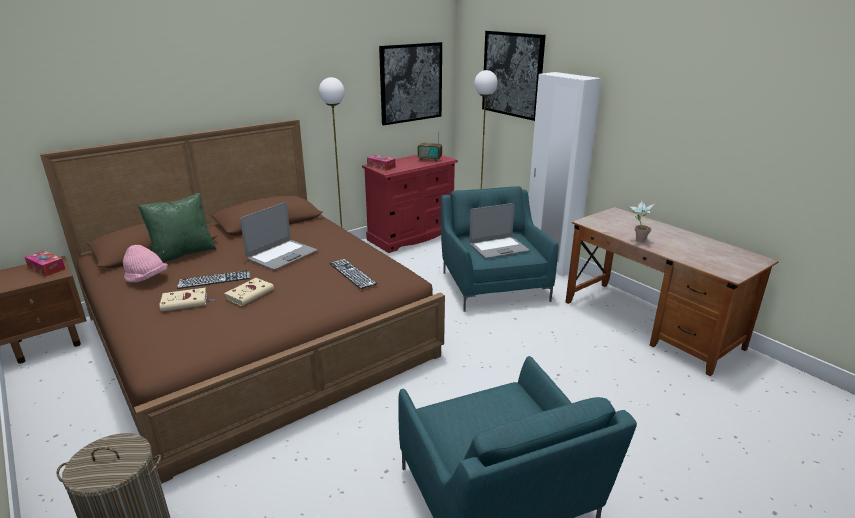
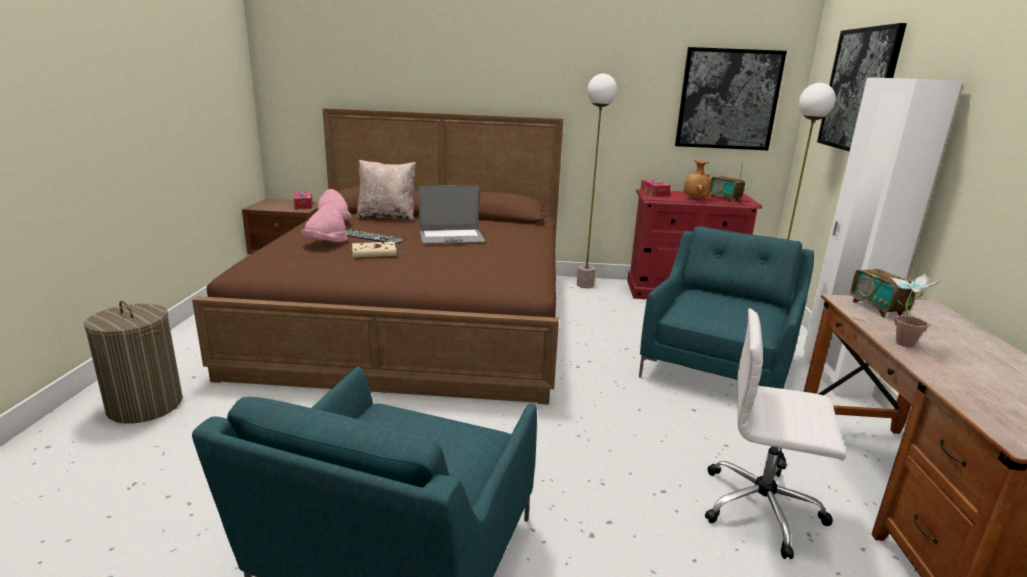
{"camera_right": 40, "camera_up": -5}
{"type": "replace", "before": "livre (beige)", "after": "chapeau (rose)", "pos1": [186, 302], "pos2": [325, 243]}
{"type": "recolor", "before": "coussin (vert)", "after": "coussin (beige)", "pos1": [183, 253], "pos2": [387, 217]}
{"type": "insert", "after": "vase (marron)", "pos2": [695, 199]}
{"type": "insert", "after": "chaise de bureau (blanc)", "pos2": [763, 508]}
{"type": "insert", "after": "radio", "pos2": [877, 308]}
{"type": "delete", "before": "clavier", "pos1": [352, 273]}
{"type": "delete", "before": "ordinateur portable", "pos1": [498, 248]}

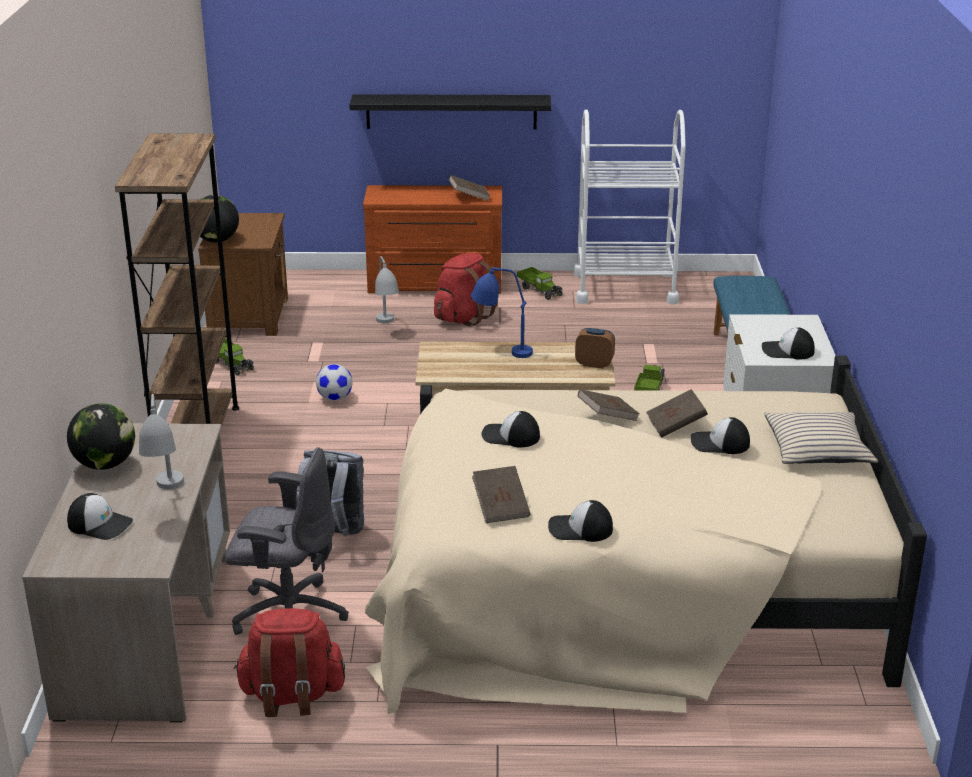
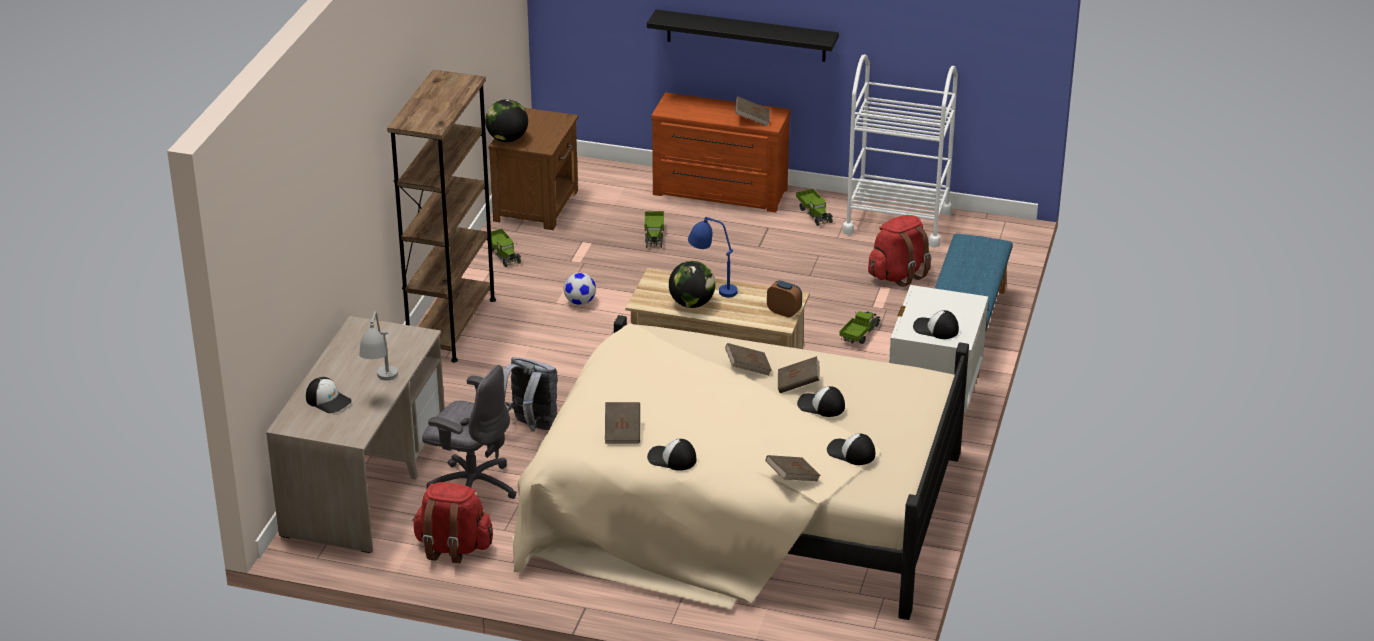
{"camera_right": 15, "camera_up": 5}
{"type": "replace", "before": "lampe de table (gris)", "after": "camion jouet", "pos1": [387, 328], "pos2": [654, 236]}
{"type": "move", "before": "globe", "pos1": [105, 464], "pos2": [692, 304]}
{"type": "insert", "after": "livre (marron)", "pos2": [792, 477]}
{"type": "move", "before": "casquette", "pos1": [510, 436], "pos2": [851, 452]}
{"type": "move", "before": "sac à dos (rouge)", "pos1": [463, 317], "pos2": [898, 275]}
{"type": "delete", "before": "coussin (beige)", "pos1": [817, 449]}

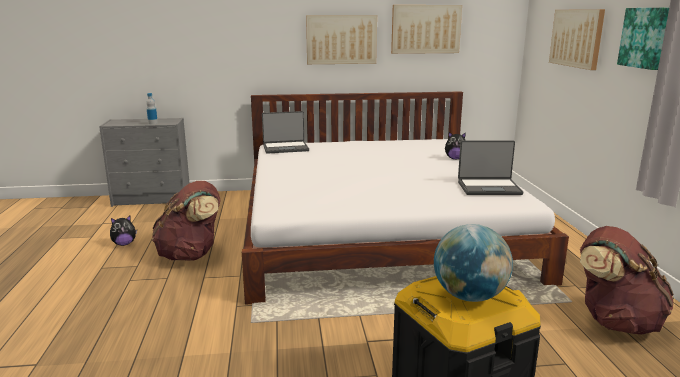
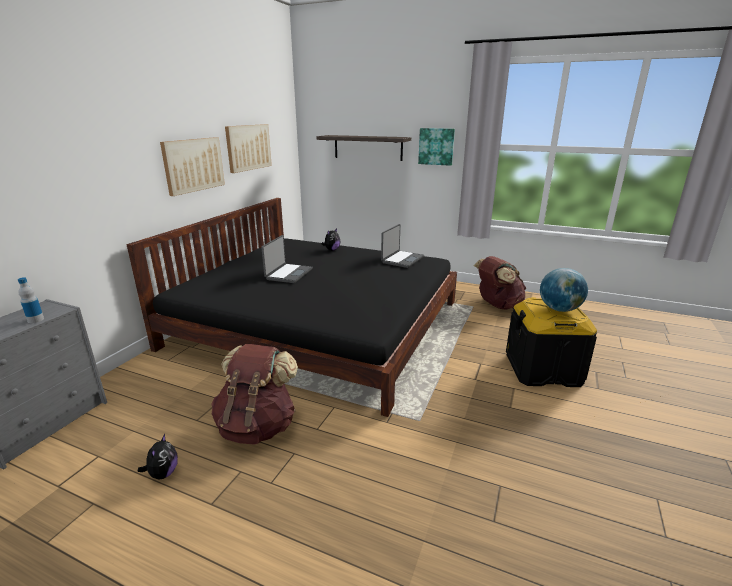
{"camera_right": -60, "camera_up": 5}
{"type": "recolor", "before": "lit (blanc)", "after": "lit (noir)", "pos1": [376, 228], "pos2": [319, 323]}
{"type": "move", "before": "ordinateur portable", "pos1": [285, 148], "pos2": [288, 274]}
{"type": "replace", "before": "tableau", "after": "étagère", "pos1": [576, 38], "pos2": [368, 147]}

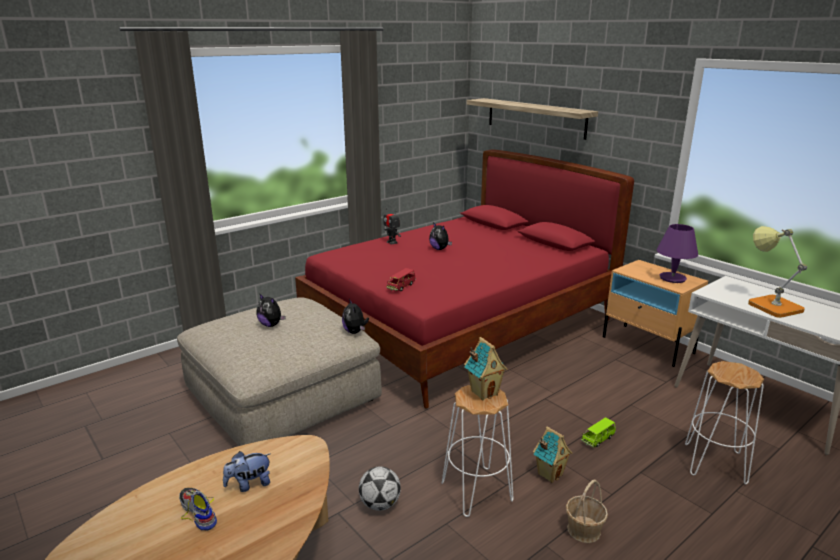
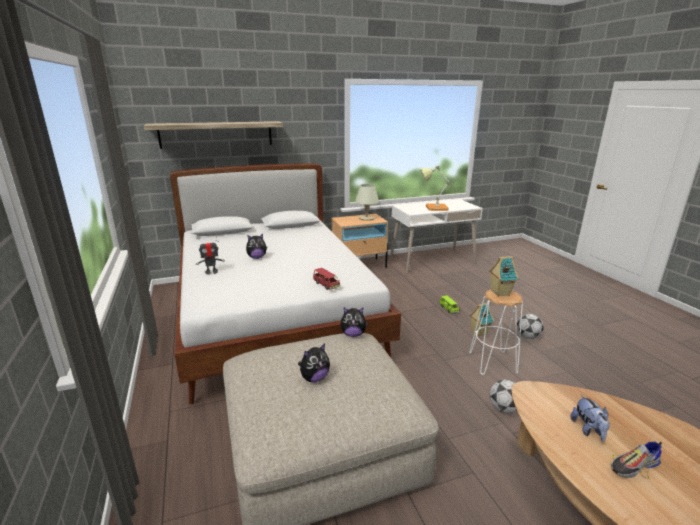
{"camera_right": -70, "camera_up": 0}
{"type": "recolor", "before": "lit (rouge)", "after": "lit (blanc)", "pos1": [460, 325], "pos2": [274, 316]}
{"type": "recolor", "before": "lampe de table (violet)", "after": "lampe de table (beige)", "pos1": [672, 278], "pos2": [366, 218]}
{"type": "replace", "before": "panier", "after": "ballon de foot", "pos1": [583, 530], "pos2": [527, 336]}
{"type": "delete", "before": "tabouret (blanc)", "pos1": [715, 464]}

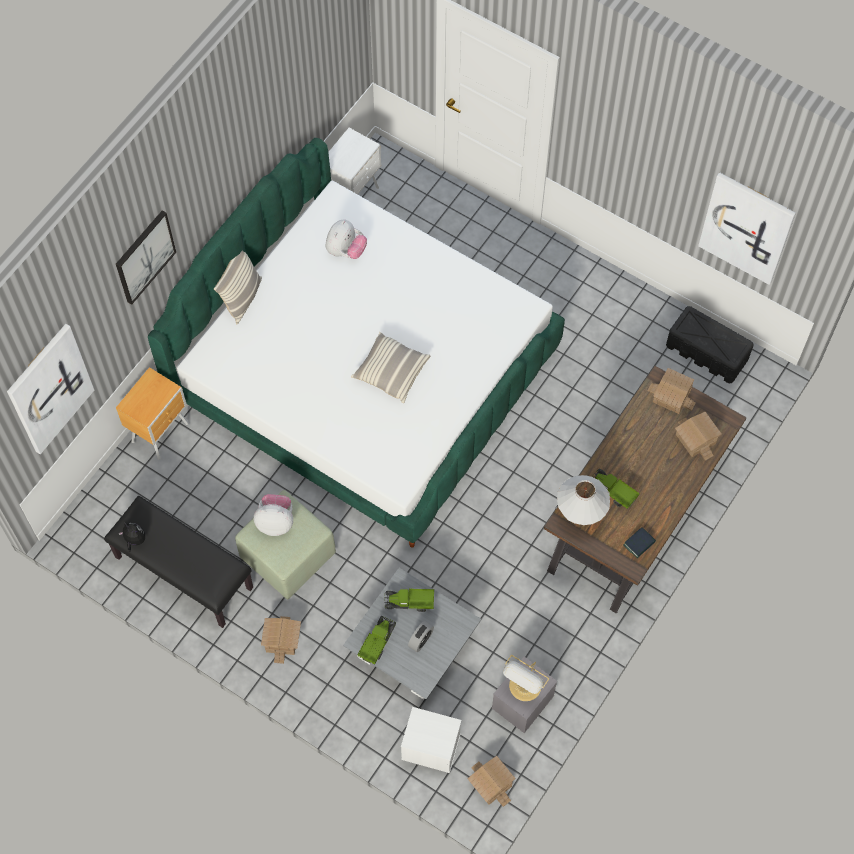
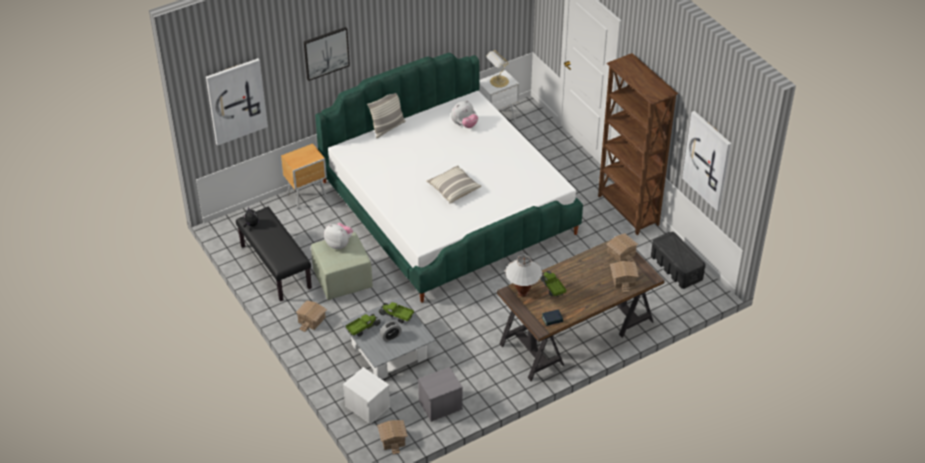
{"camera_right": 25, "camera_up": -20}
{"type": "move", "before": "lampe de table", "pos1": [524, 687], "pos2": [498, 82]}
{"type": "insert", "after": "bibliothèque (marron)", "pos2": [628, 211]}

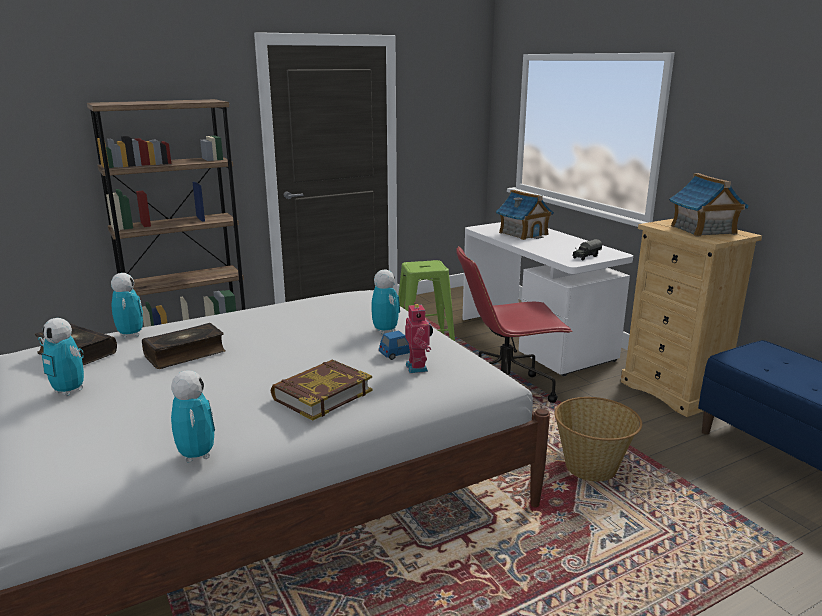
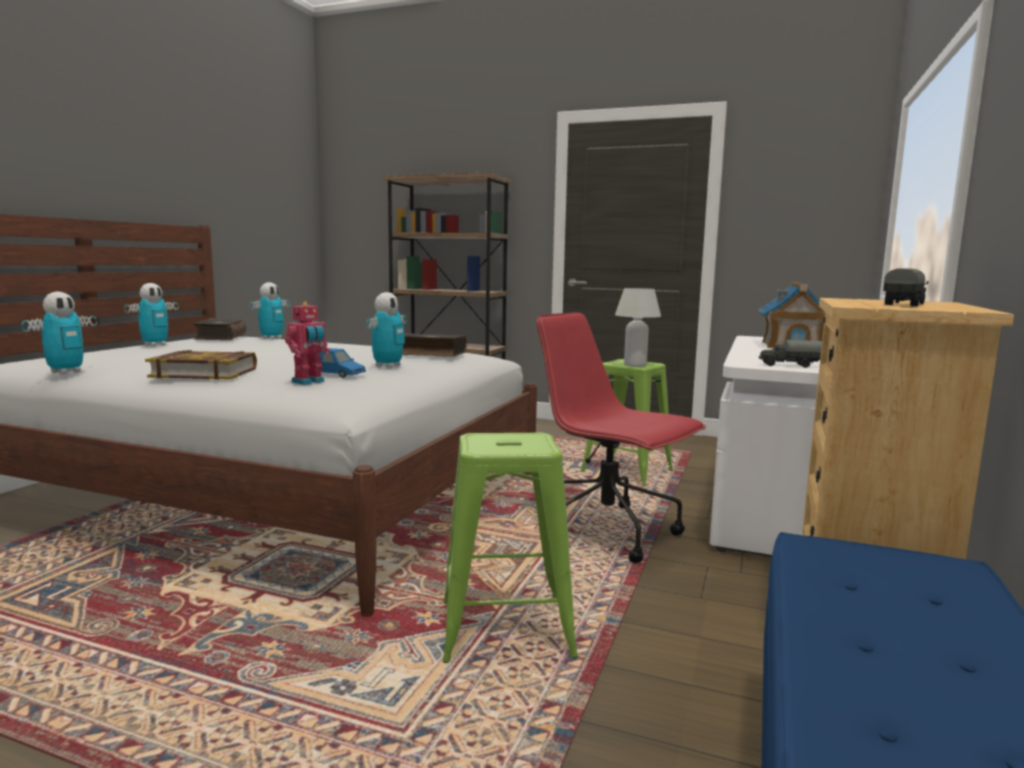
{"camera_right": 50, "camera_up": -10}
{"type": "rotate", "before": "robot jouet", "pos1": [69, 391], "pos2": [155, 345], "turn": -135}
{"type": "move", "before": "livre", "pos1": [185, 354], "pos2": [429, 354]}
{"type": "replace", "before": "panier", "after": "tabouret (vert)", "pos1": [592, 468], "pos2": [507, 629]}
{"type": "insert", "after": "lampe de table (blanc)", "pos2": [635, 365]}
{"type": "replace", "before": "maison miniature", "after": "camion jouet", "pos1": [703, 230], "pos2": [904, 304]}

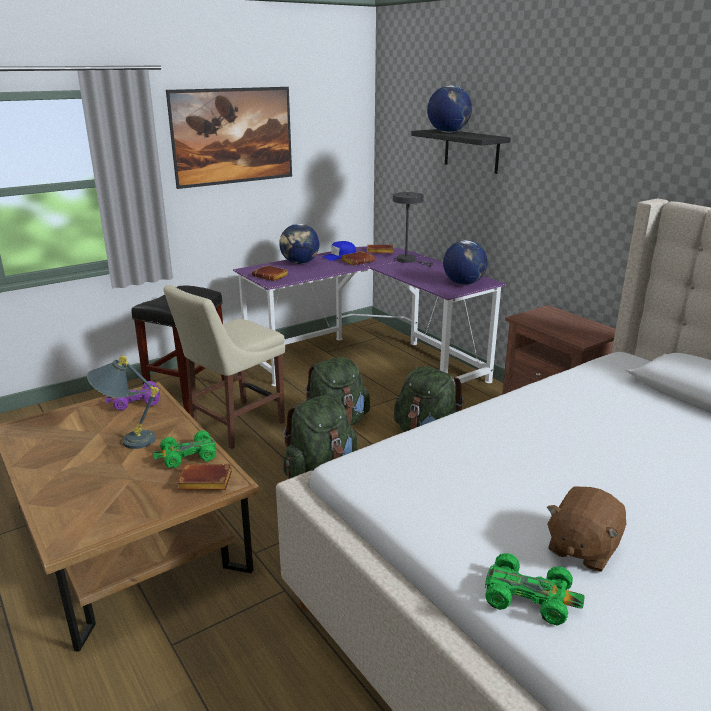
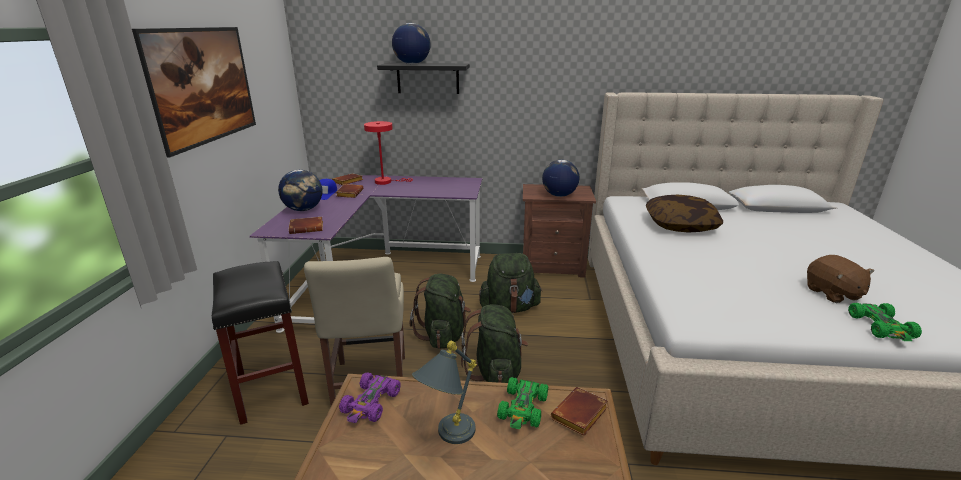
{"camera_right": -50, "camera_up": 0}
{"type": "recolor", "before": "lampe de table (gris)", "after": "lampe de table (rouge)", "pos1": [409, 260], "pos2": [386, 182]}
{"type": "move", "before": "globe", "pos1": [463, 283], "pos2": [559, 195]}
{"type": "insert", "after": "coussin", "pos2": [680, 225]}
{"type": "rotate", "before": "petite voiture (vert)", "pos1": [530, 597], "pos2": [881, 327], "turn": 120}

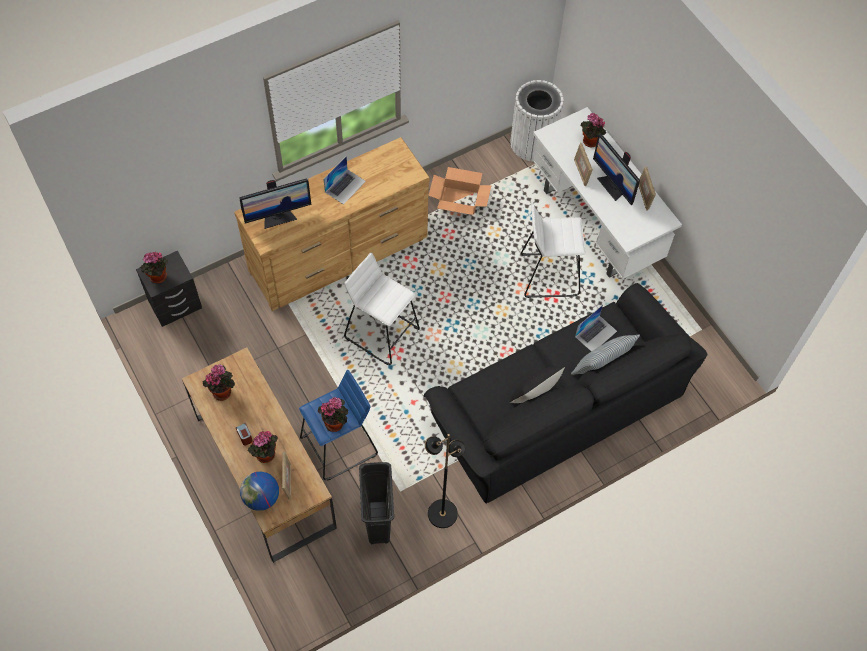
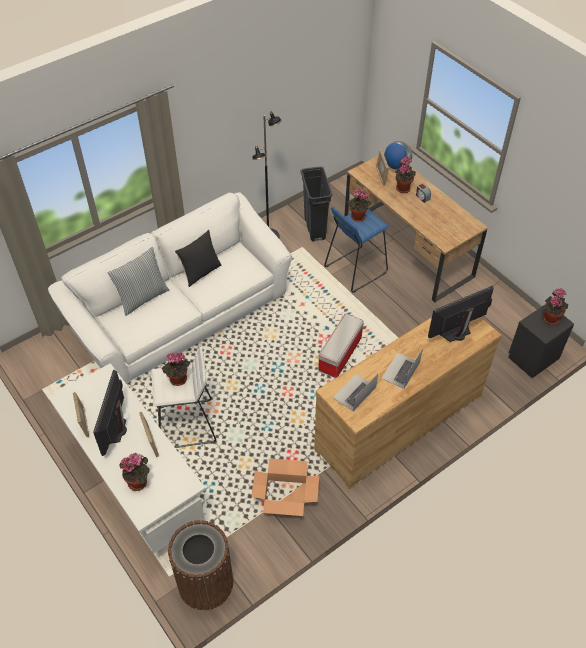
{"camera_right": 175, "camera_up": -10}
{"type": "recolor", "before": "canapé (noir)", "after": "canapé (blanc)", "pos1": [556, 407], "pos2": [181, 313]}
{"type": "rotate", "before": "écran d'ordinateur", "pos1": [613, 186], "pos2": [116, 430], "turn": -135}
{"type": "move", "before": "plante en pot", "pos1": [222, 391], "pos2": [177, 380]}
{"type": "recolor", "before": "poubelle (blanc)", "after": "poubelle (marron)", "pos1": [533, 143], "pos2": [205, 582]}
{"type": "replace", "before": "tabouret (blanc)", "after": "boîte de rangement", "pos1": [382, 332], "pos2": [340, 355]}
{"type": "move", "before": "ordinateur portable", "pos1": [596, 333], "pos2": [354, 392]}

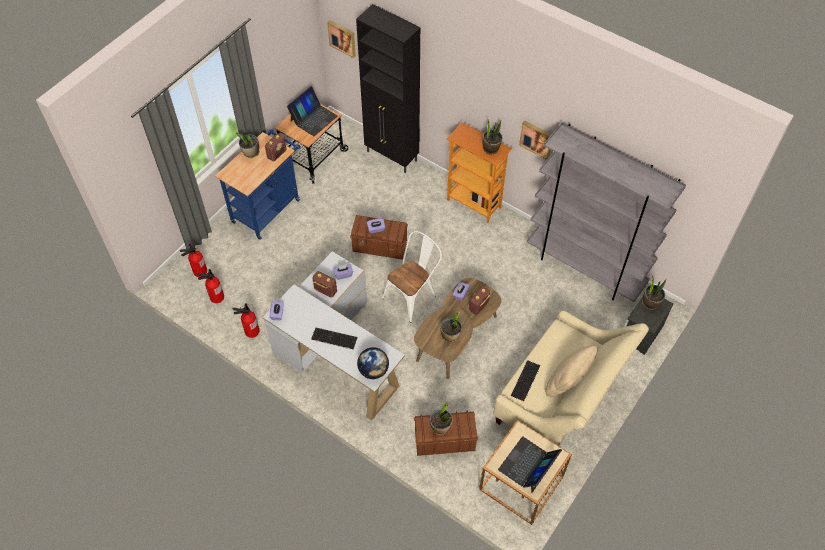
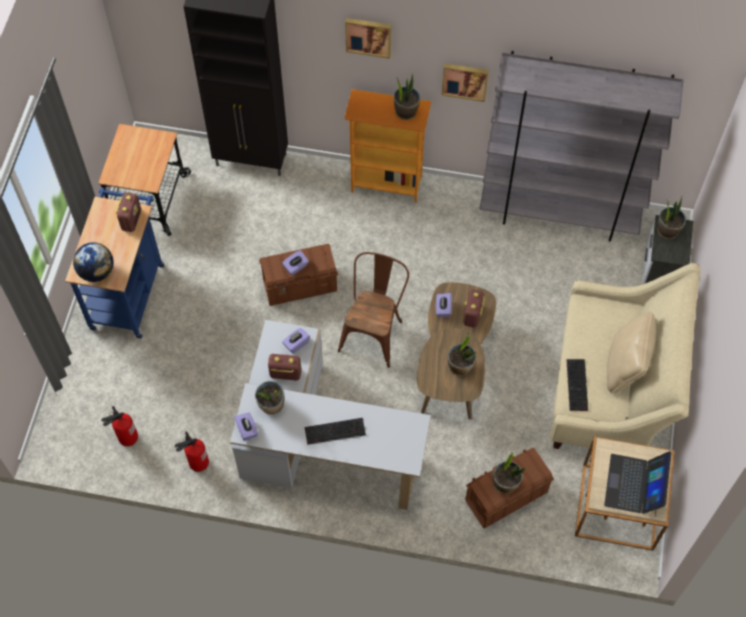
{"camera_right": -25, "camera_up": 5}
{"type": "move", "before": "globe", "pos1": [373, 370], "pos2": [97, 272]}
{"type": "move", "before": "plante en pot", "pos1": [251, 153], "pos2": [271, 405]}
{"type": "recolor", "before": "chaise (blanc)", "after": "chaise (marron)", "pos1": [413, 295], "pos2": [374, 332]}
{"type": "move", "before": "tableau", "pos1": [342, 38], "pos2": [368, 36]}
{"type": "delete", "before": "extincteur", "pos1": [199, 271]}
{"type": "delete", "before": "ordinateur portable", "pos1": [313, 118]}

